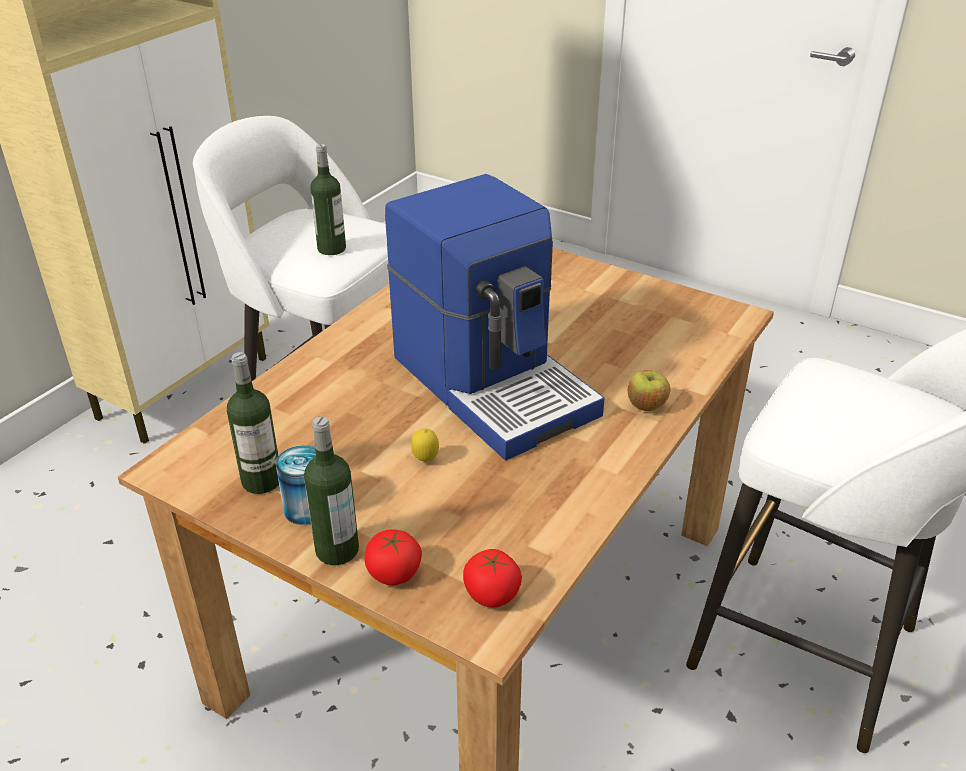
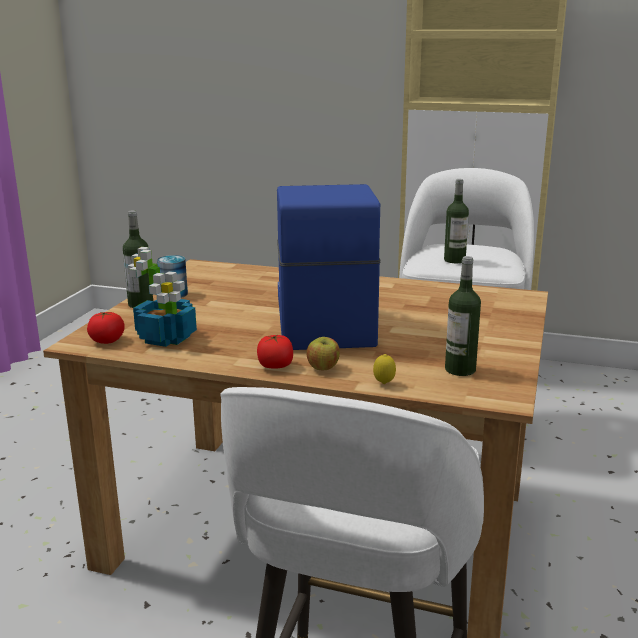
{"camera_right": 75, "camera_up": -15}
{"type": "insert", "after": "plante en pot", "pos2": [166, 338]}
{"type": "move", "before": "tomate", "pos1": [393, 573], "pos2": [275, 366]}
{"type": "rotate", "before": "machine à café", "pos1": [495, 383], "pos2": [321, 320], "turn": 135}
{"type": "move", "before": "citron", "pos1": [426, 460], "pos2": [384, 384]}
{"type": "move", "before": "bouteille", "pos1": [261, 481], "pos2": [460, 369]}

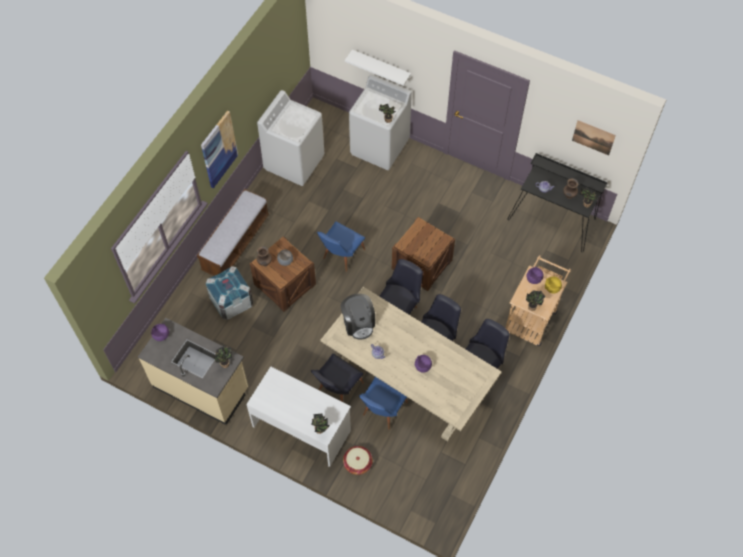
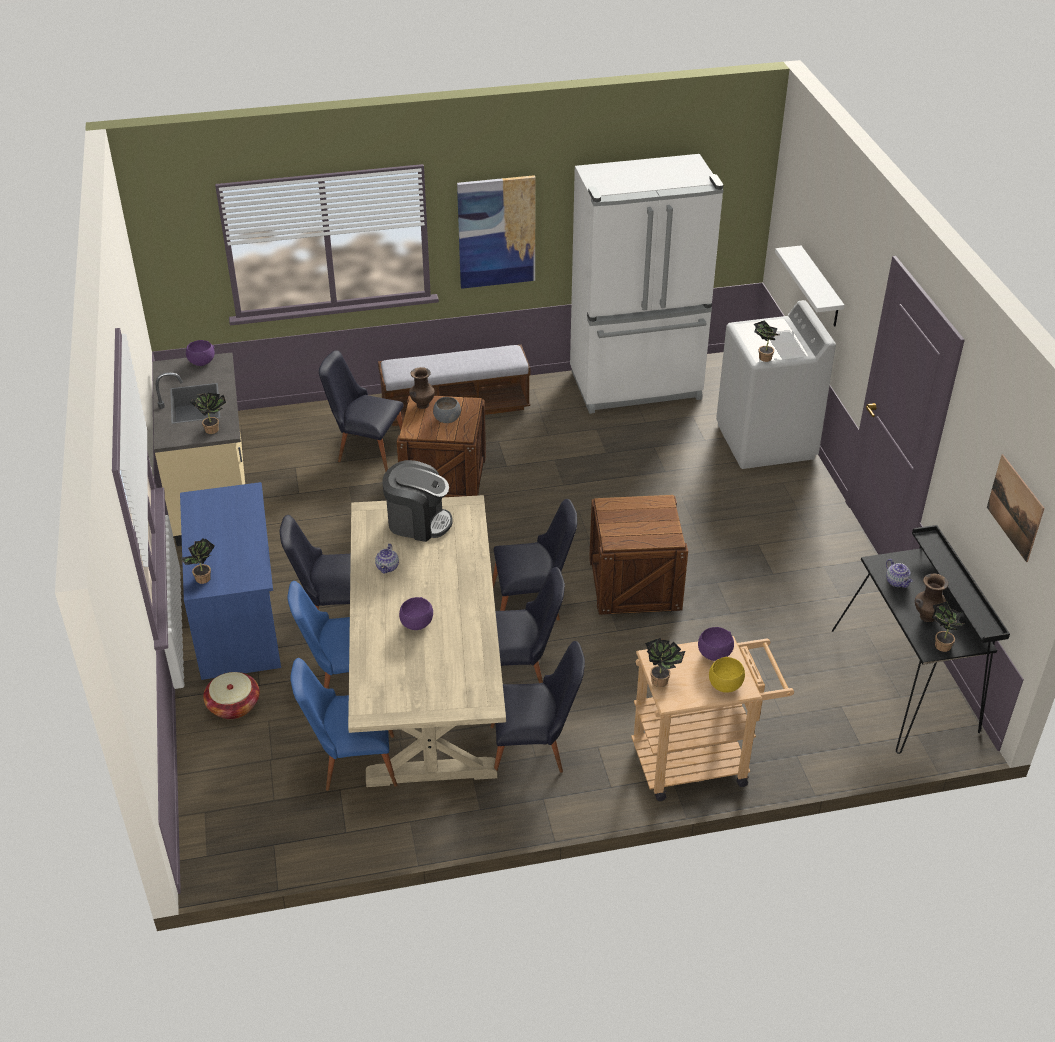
{"camera_right": 50, "camera_up": -20}
{"type": "recolor", "before": "bureau (blanc)", "after": "bureau (bleu)", "pos1": [302, 428], "pos2": [239, 617]}
{"type": "move", "before": "chaise (bleu)", "pos1": [340, 256], "pos2": [351, 763]}
{"type": "replace", "before": "caisse", "after": "chaise (noir)", "pos1": [231, 302], "pos2": [366, 451]}
{"type": "rotate", "before": "machine à café", "pos1": [358, 323], "pos2": [418, 522], "turn": -105}
{"type": "replace", "before": "lave-linge (blanc)", "after": "réfrigérateur (blanc)", "pos1": [294, 162], "pos2": [637, 386]}

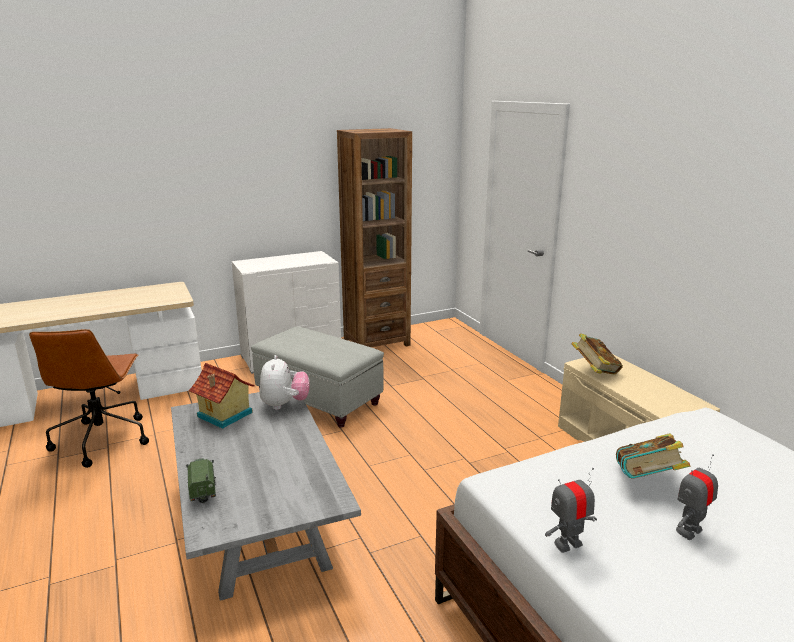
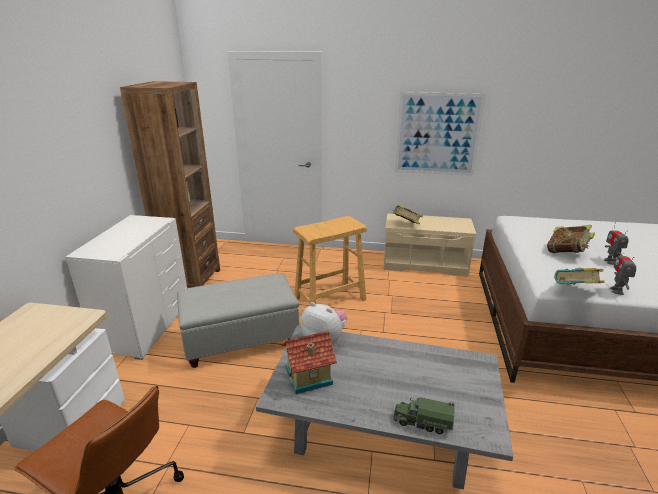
{"camera_right": -55, "camera_up": 5}
{"type": "insert", "after": "tabouret (beige)", "pos2": [330, 298]}
{"type": "insert", "after": "tableau", "pos2": [437, 134]}
{"type": "insert", "after": "livre", "pos2": [575, 292]}

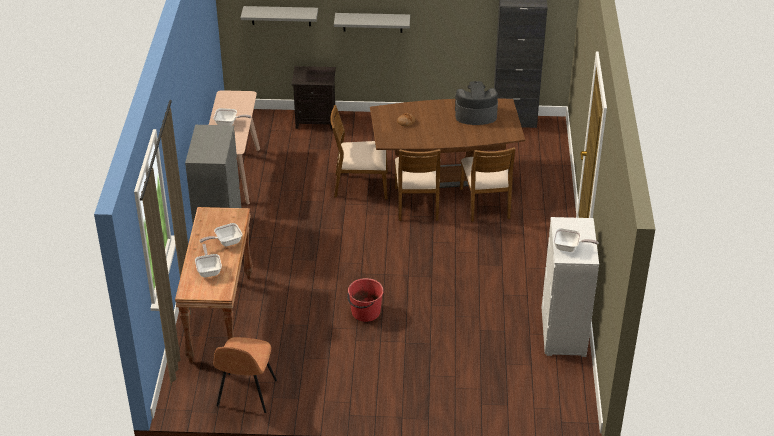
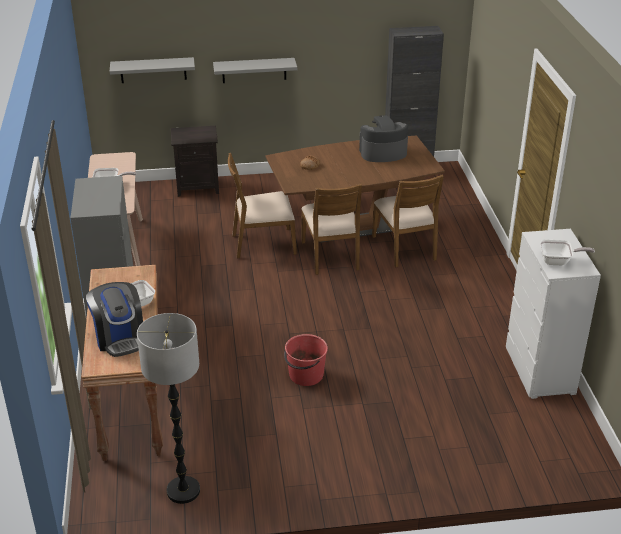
{"camera_right": -10, "camera_up": -5}
{"type": "replace", "before": "poêle", "after": "machine à café", "pos1": [209, 270], "pos2": [119, 338]}
{"type": "replace", "before": "chaise (marron)", "after": "lampadaire", "pos1": [246, 394], "pos2": [183, 491]}

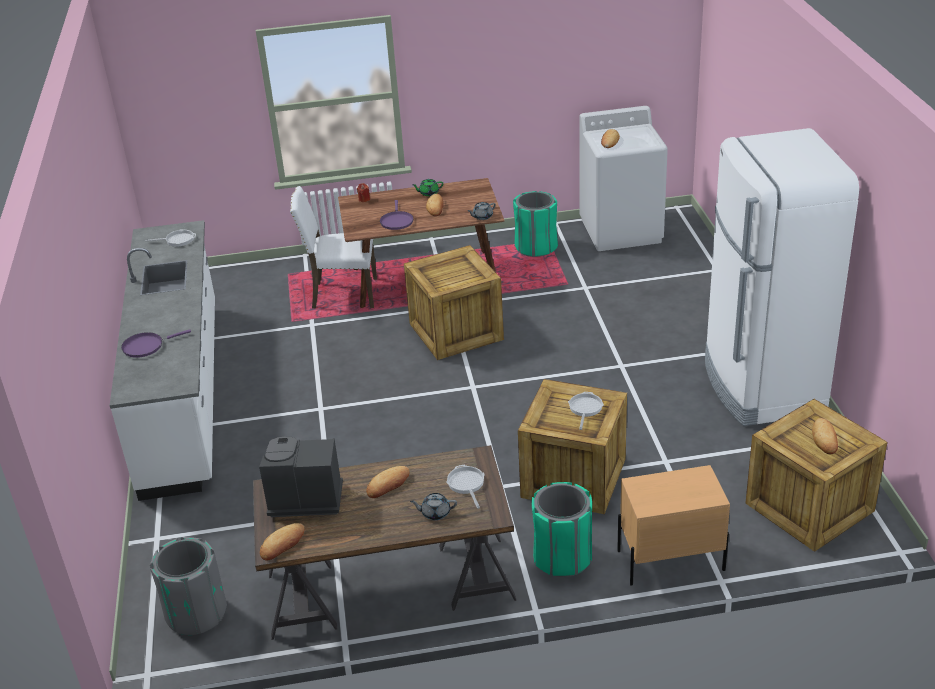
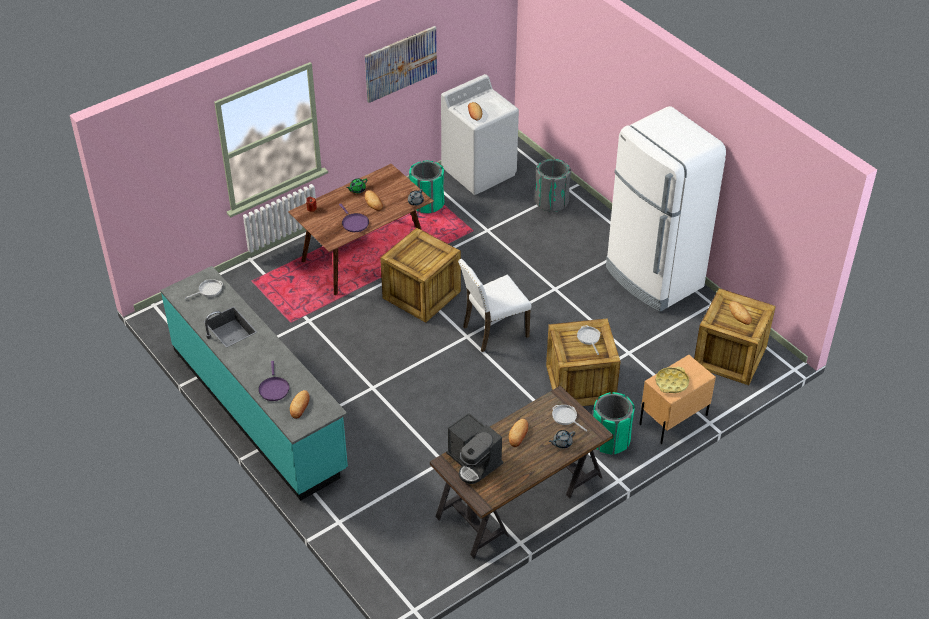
{"camera_right": -30, "camera_up": 10}
{"type": "recolor", "before": "comptoir de cuisine (blanc)", "after": "comptoir de cuisine (turquoise)", "pos1": [183, 393], "pos2": [259, 408]}
{"type": "rotate", "before": "poêle (violet)", "pos1": [146, 346], "pos2": [274, 388], "turn": -45}
{"type": "move", "before": "pain", "pos1": [282, 544], "pos2": [300, 406]}
{"type": "insert", "after": "tableau", "pos2": [400, 63]}
{"type": "rotate", "before": "machine à café", "pos1": [304, 499], "pos2": [474, 462], "turn": -105}
{"type": "move", "before": "chaise (blanc)", "pos1": [342, 295], "pos2": [493, 331]}
{"type": "move", "before": "poubelle (gris)", "pos1": [197, 614], "pos2": [551, 202]}
{"type": "insert", "after": "plateau (jaune)", "pos2": [671, 382]}

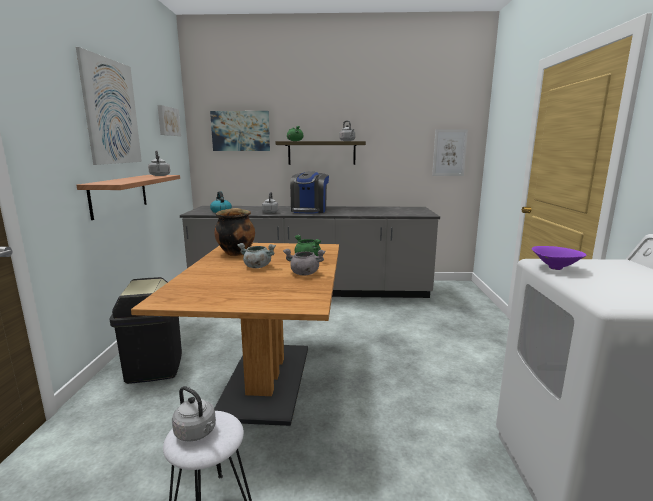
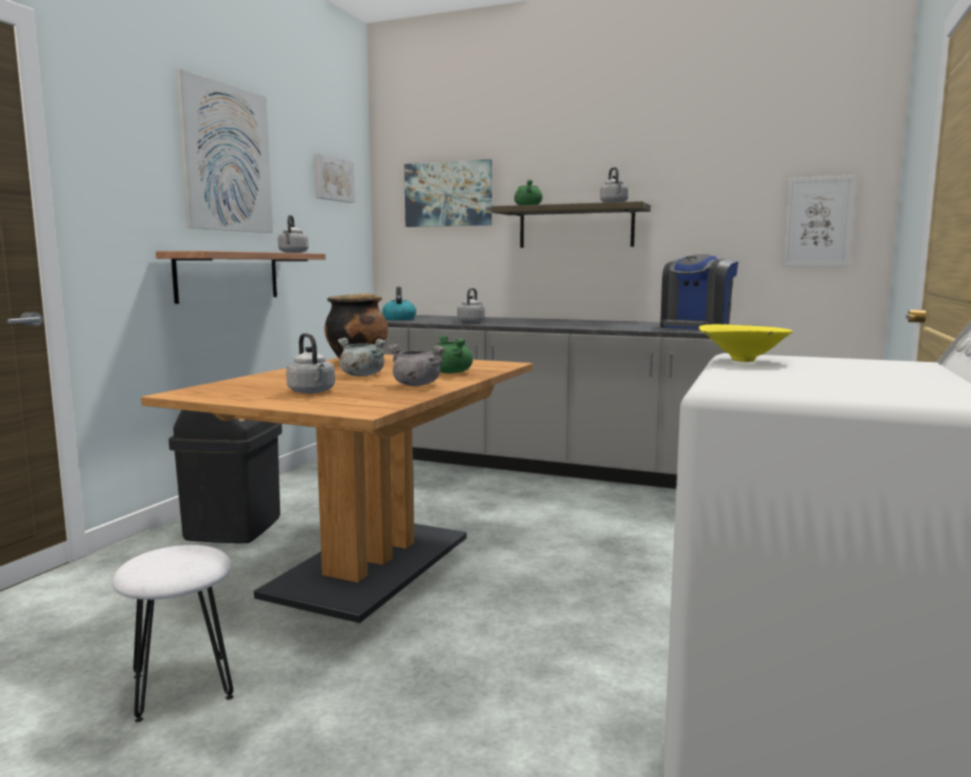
{"camera_right": 20, "camera_up": -5}
{"type": "move", "before": "bouilloire (gris)", "pos1": [197, 433], "pos2": [312, 392]}
{"type": "move", "before": "machine à café", "pos1": [309, 210], "pos2": [696, 327]}
{"type": "recolor", "before": "bol (violet)", "after": "bol (jaune)", "pos1": [554, 268], "pos2": [740, 361]}

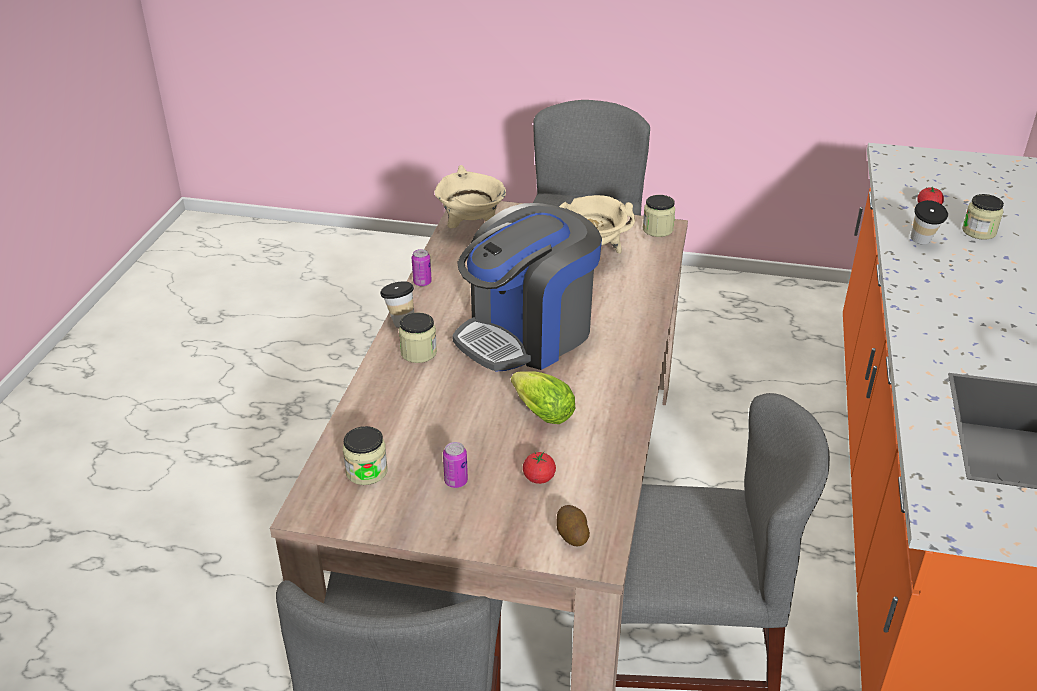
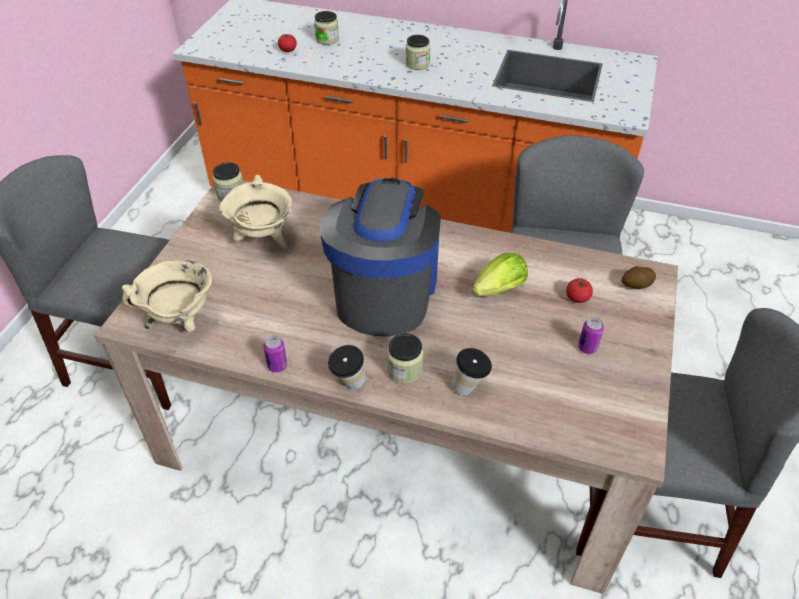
{"camera_right": -85, "camera_up": 10}
{"type": "rotate", "before": "machine à café", "pos1": [527, 334], "pos2": [385, 291], "turn": -135}
{"type": "move", "before": "bocal", "pos1": [366, 471], "pos2": [417, 64]}
{"type": "move", "before": "tasse", "pos1": [922, 243], "pos2": [470, 387]}

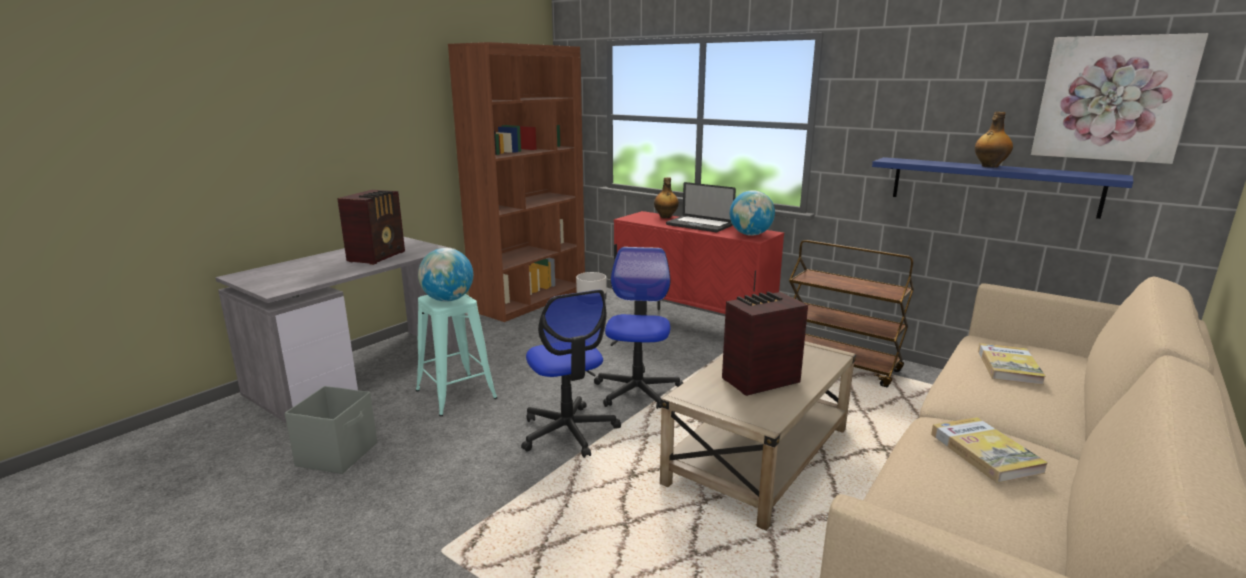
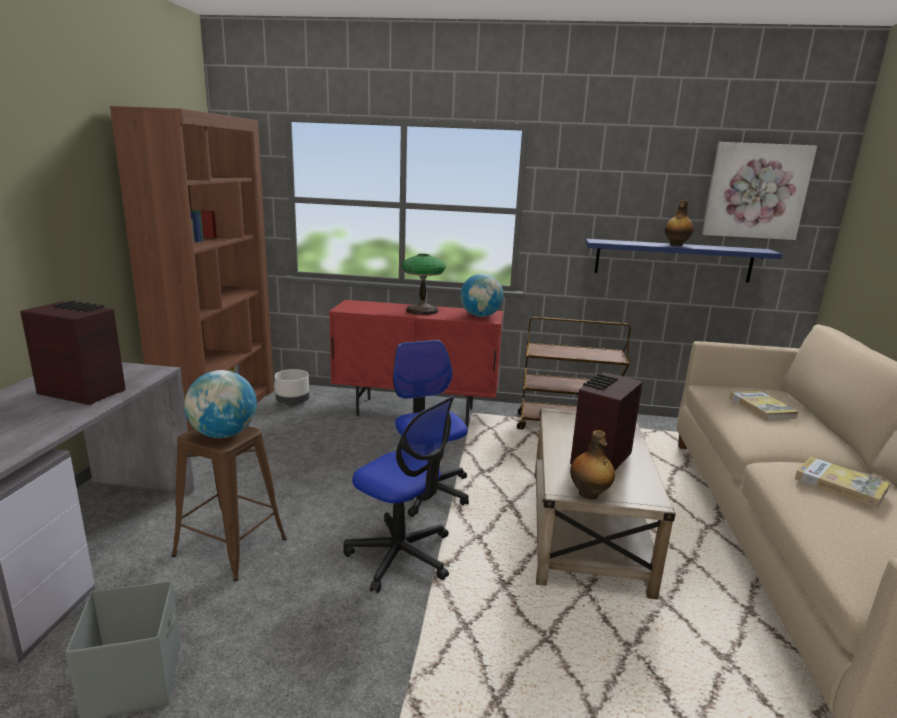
{"camera_right": -30, "camera_up": 0}
{"type": "rotate", "before": "radio", "pos1": [378, 256], "pos2": [82, 392], "turn": -60}
{"type": "recolor", "before": "tabouret (turquoise)", "after": "tabouret (marron)", "pos1": [456, 394], "pos2": [230, 547]}
{"type": "replace", "before": "ordinateur portable", "after": "lampe de table", "pos1": [699, 225], "pos2": [422, 310]}
{"type": "move", "before": "bouteille", "pos1": [665, 217], "pos2": [589, 494]}

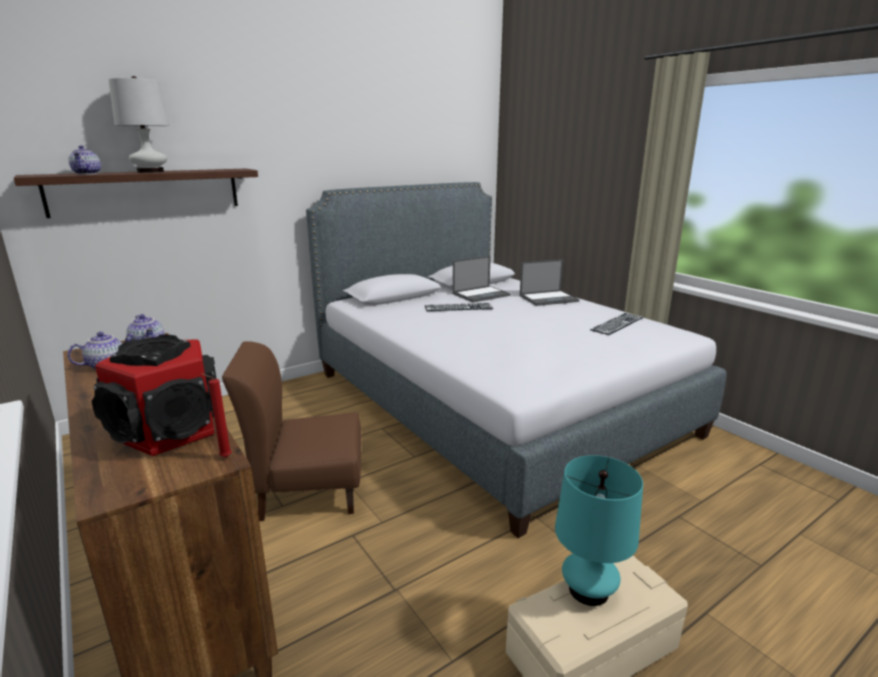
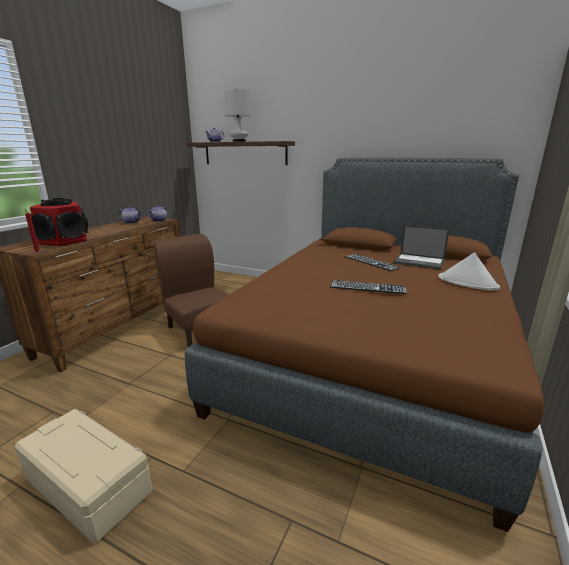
{"camera_right": 60, "camera_up": 0}
{"type": "recolor", "before": "lit (gris)", "after": "lit (marron)", "pos1": [492, 402], "pos2": [372, 354]}
{"type": "move", "before": "clavier", "pos1": [617, 324], "pos2": [367, 287]}
{"type": "replace", "before": "ordinateur portable", "after": "chapeau (blanc)", "pos1": [549, 298], "pos2": [467, 282]}
{"type": "delete", "before": "lampe de table (turquoise)", "pos1": [588, 590]}

